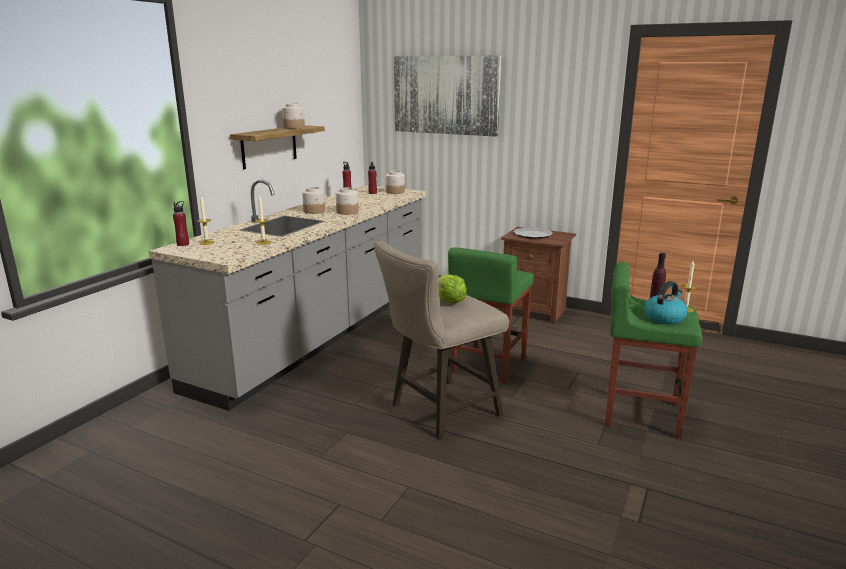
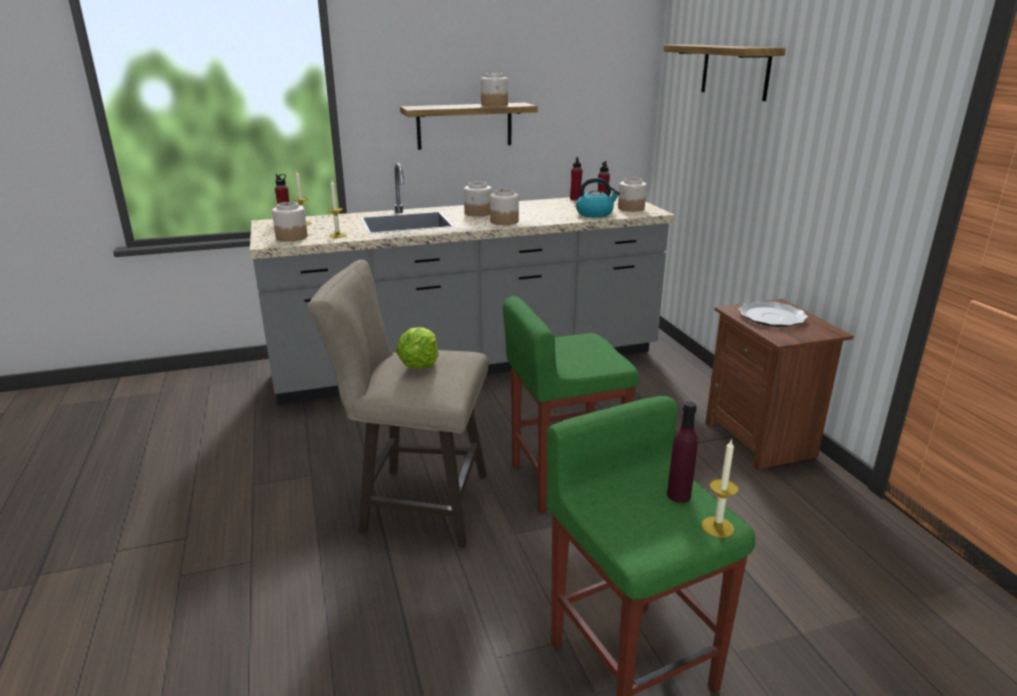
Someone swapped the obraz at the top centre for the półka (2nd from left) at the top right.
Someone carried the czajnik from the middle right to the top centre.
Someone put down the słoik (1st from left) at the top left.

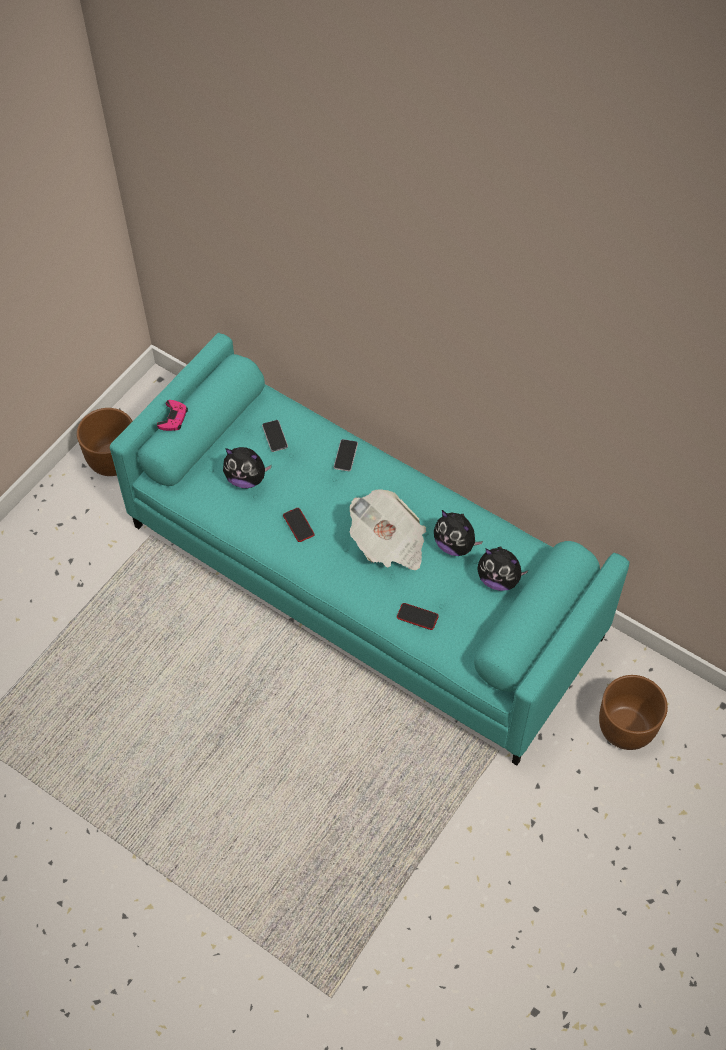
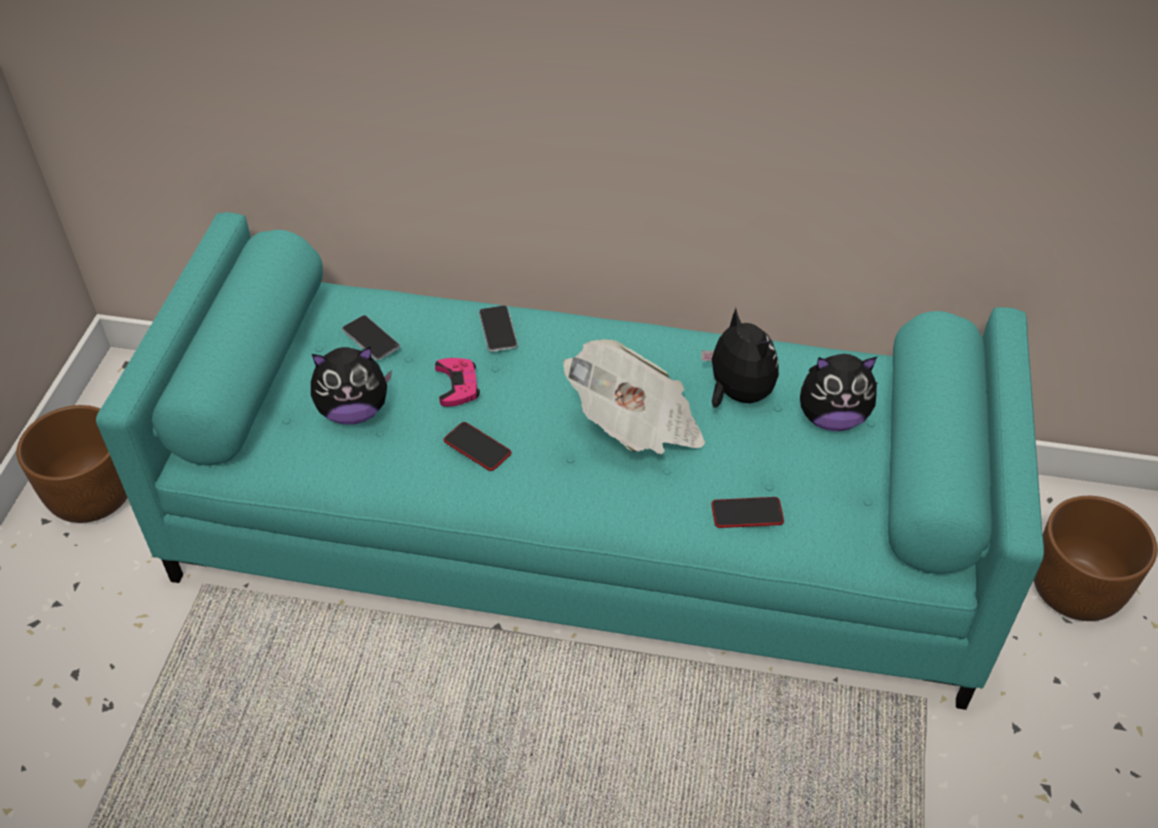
Someone carried the pad do gier/różowy from the middle left to the centre.
Someone rotated the pluszak (2nd from left) at the centre by 135 degrees counterclockwise.

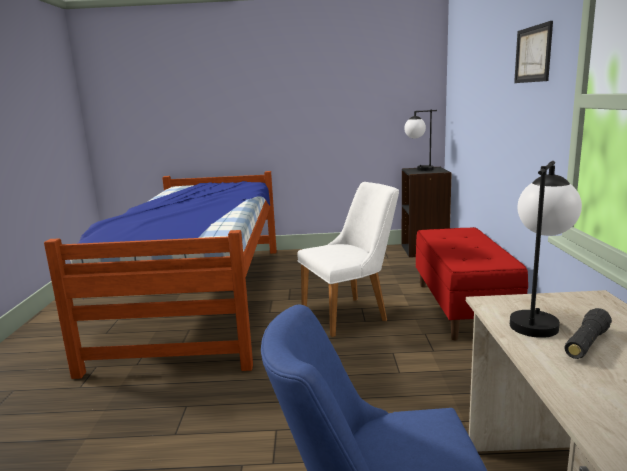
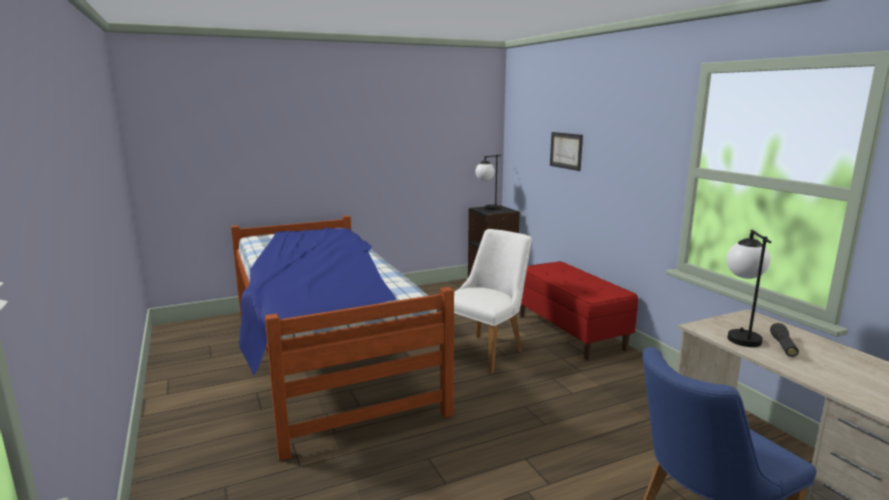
Someone carried the obraz from the top right to the top centre.

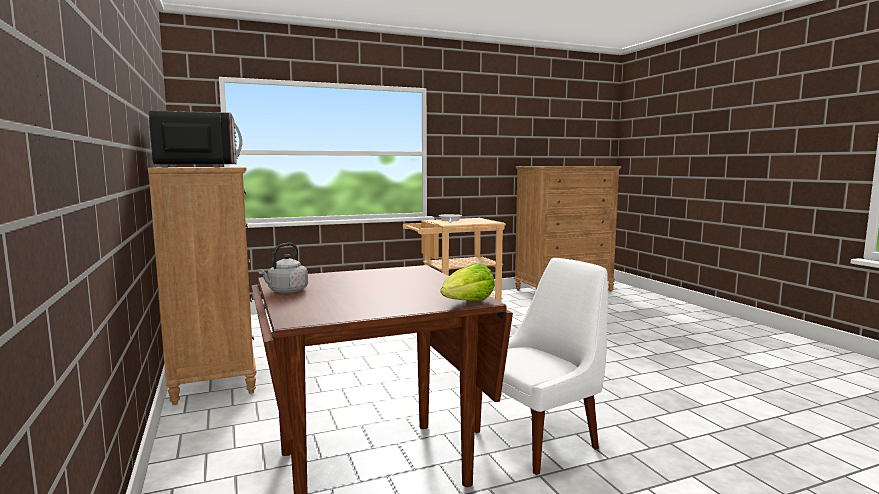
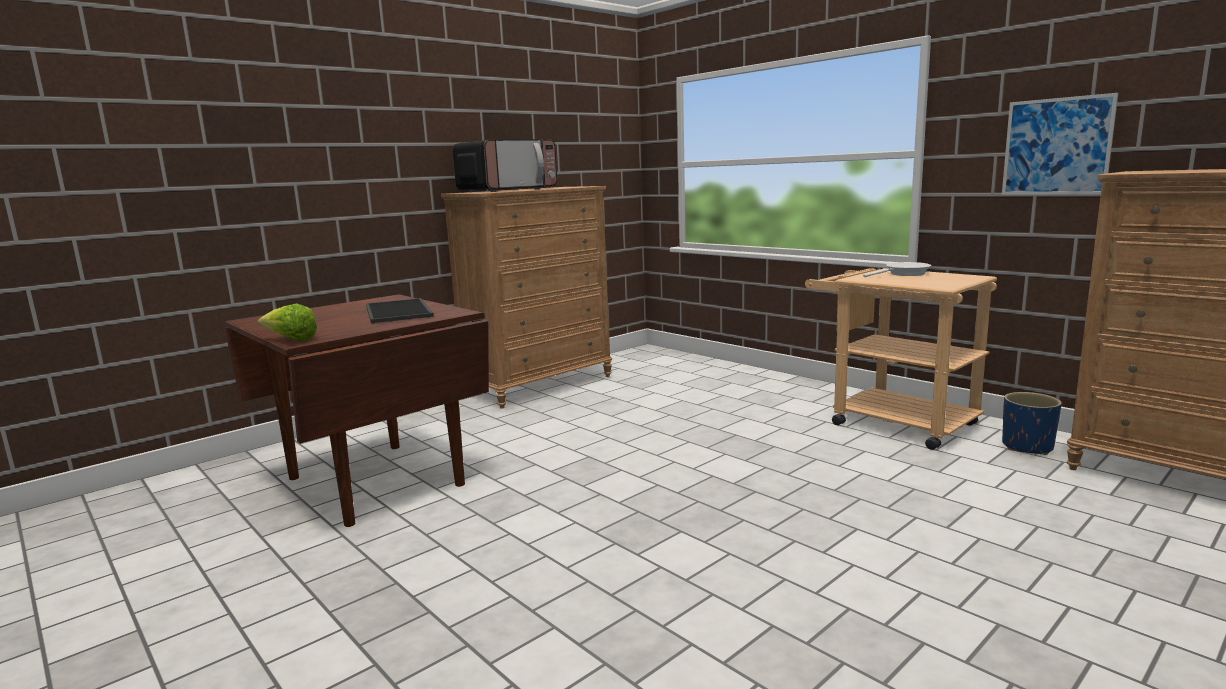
Someone took away the czajnik/szary at the middle left.
Someone took away the krzesło/biały at the bottom centre.
Someone put down the taca at the middle left.
Someone put up the obraz at the top right.
Someone put down the donica/niebieski at the middle right.

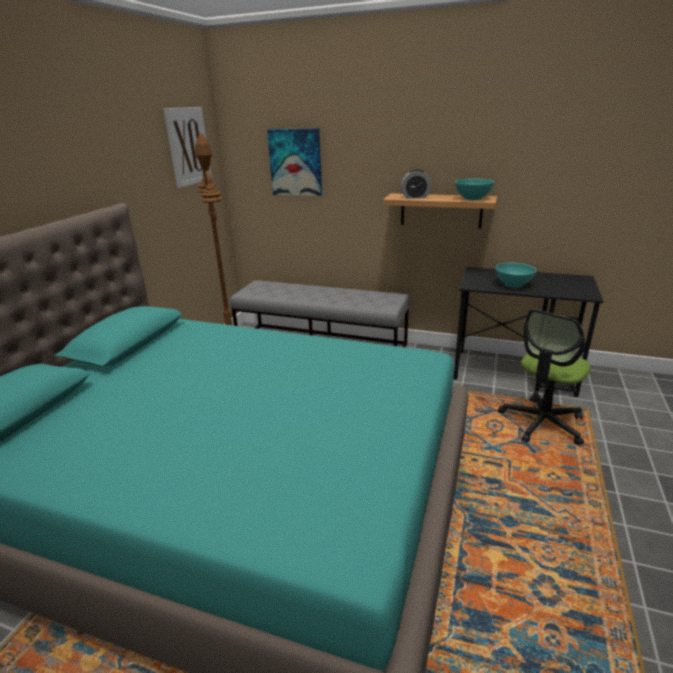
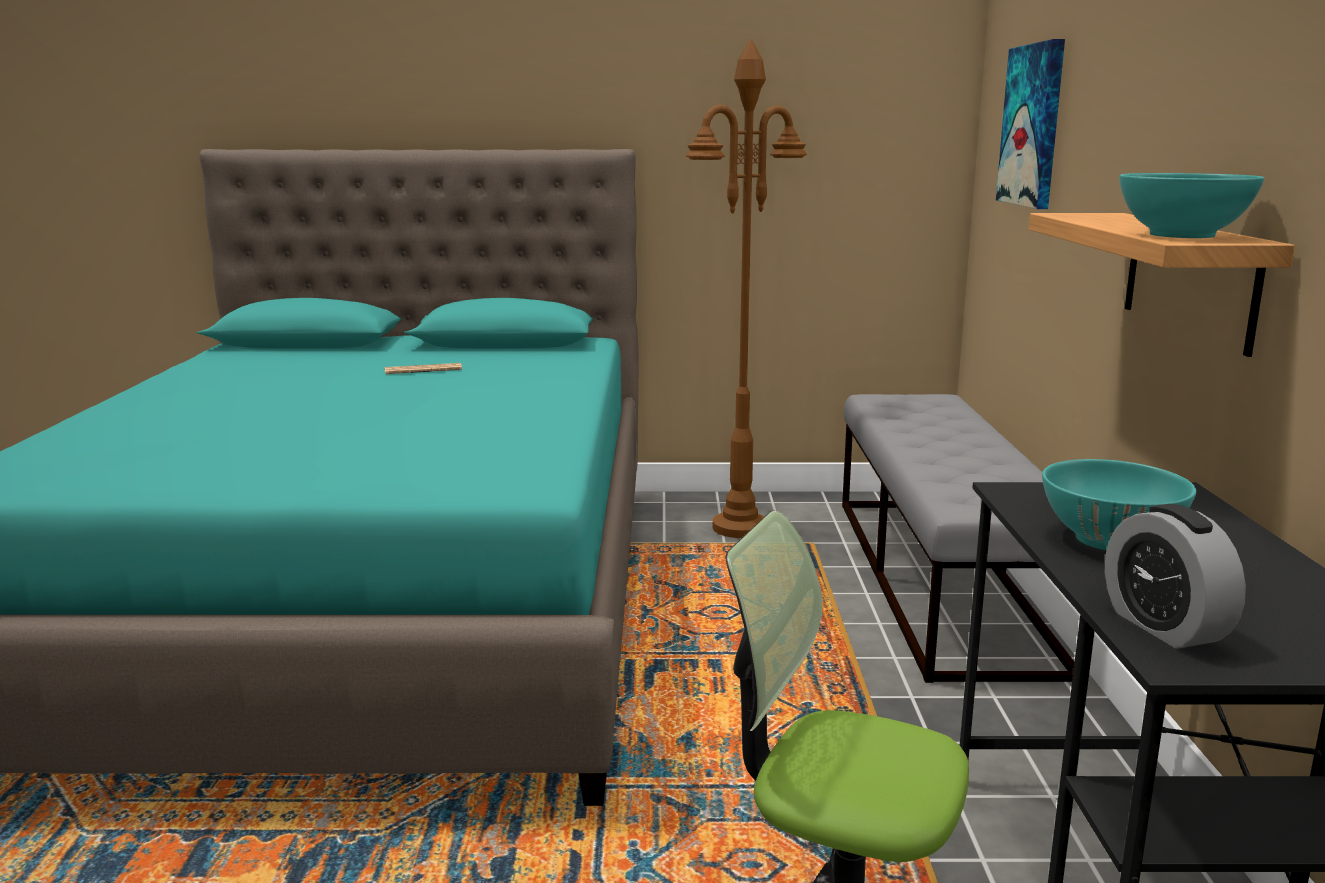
Someone took away the obraz (1st from left) at the top left.
Someone carried the budzik from the top centre to the middle right.
Someone put down the gazeta at the middle left.

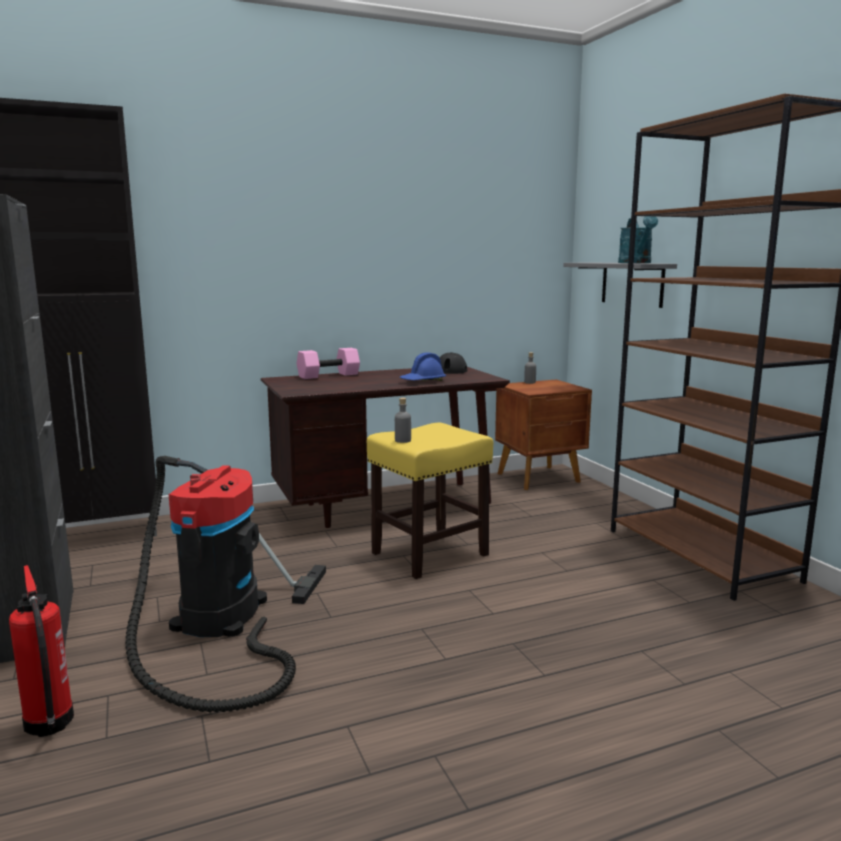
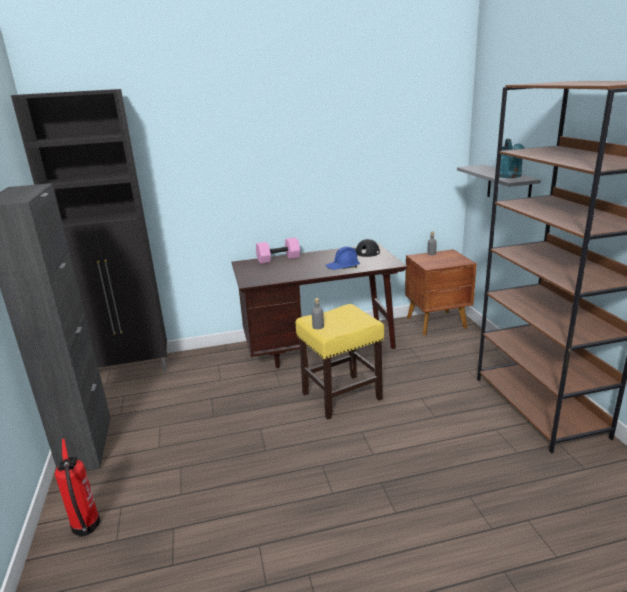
Someone took away the odkurzacz at the bottom left.

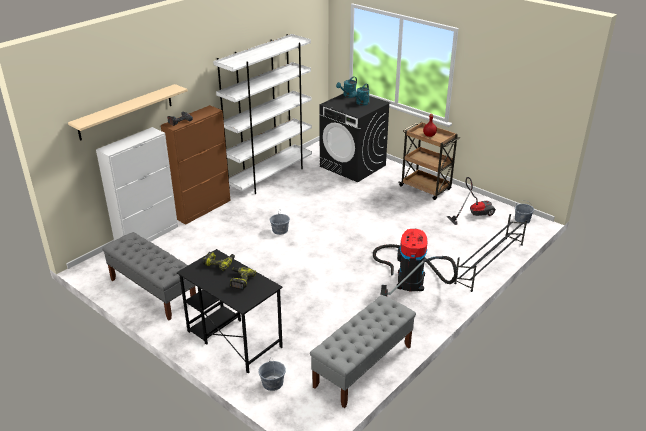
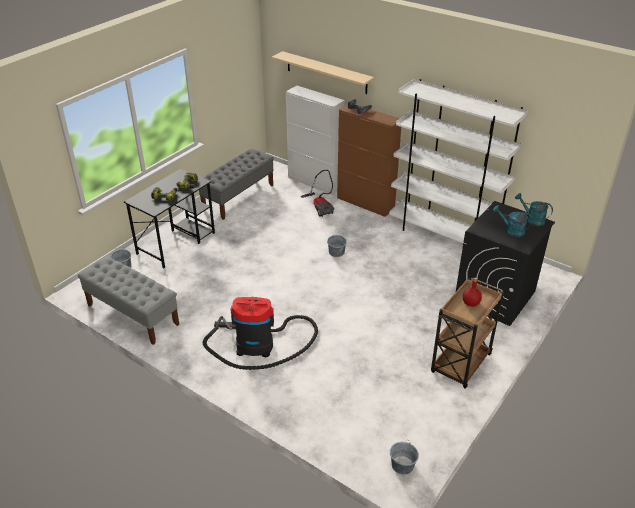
Someone carried the odkurzacz (2nd from left) from the middle right to the centre.
Someone took away the regał na buty/czarny at the middle right.

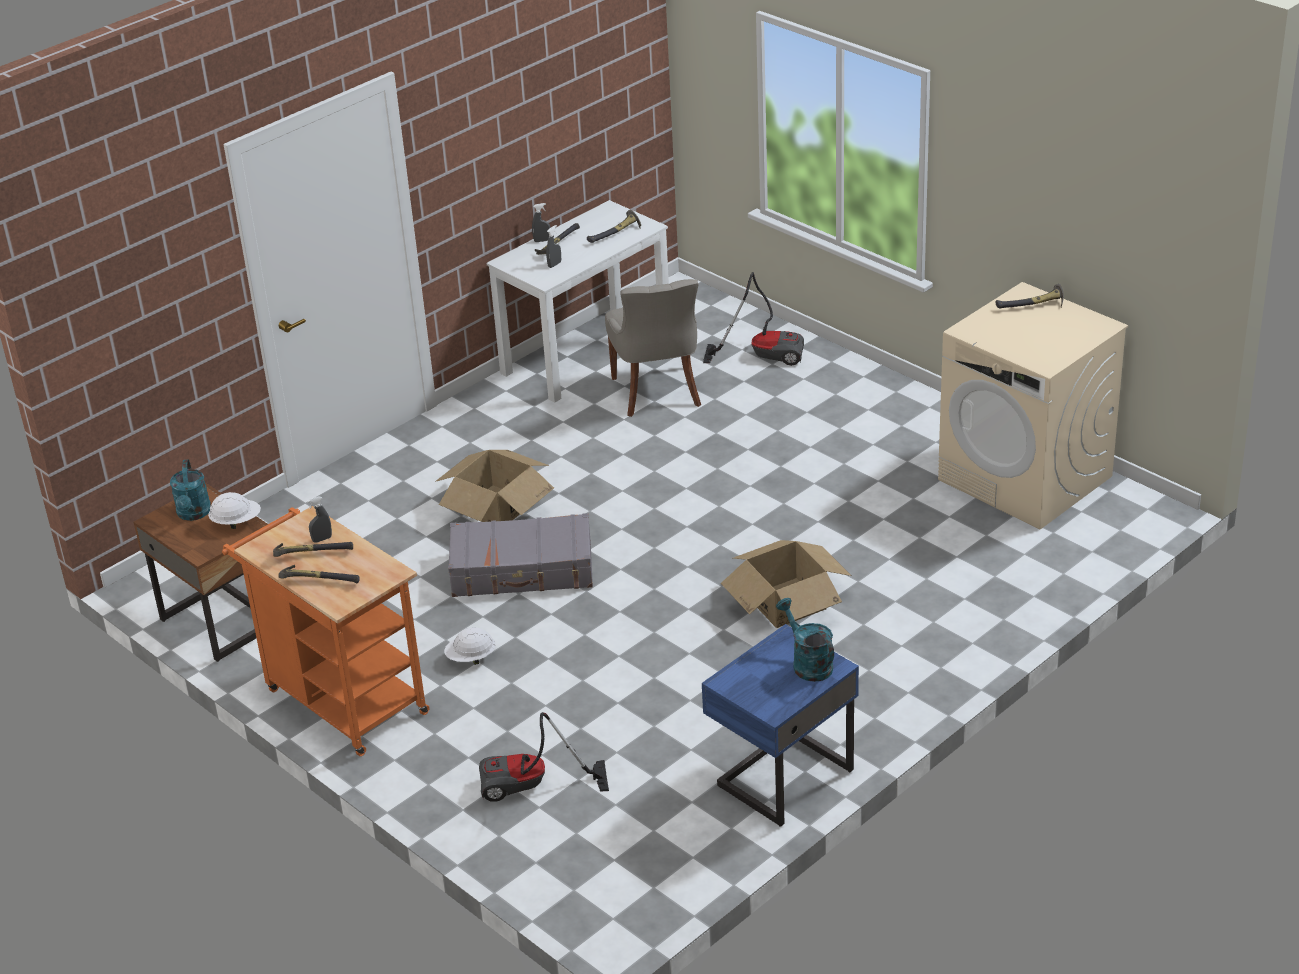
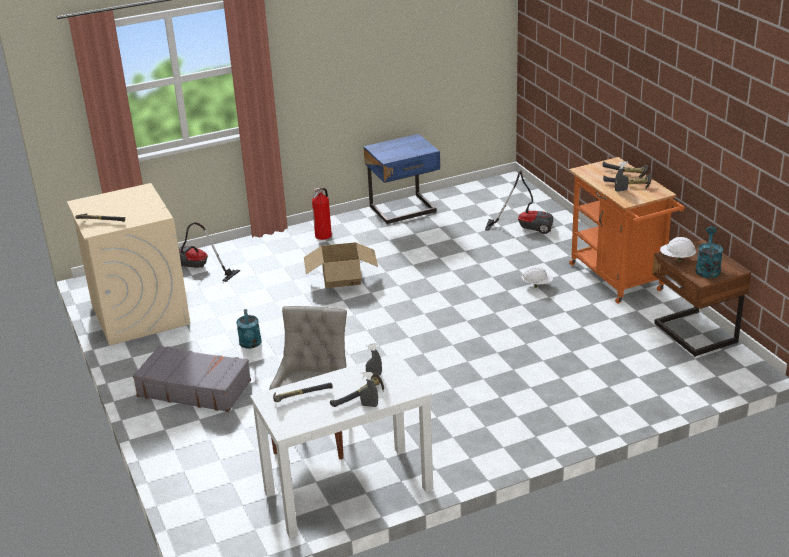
Someone took away the karton (1st from left) at the centre.
Someone carried the walizka/szary from the centre to the bottom left.
Someone carried the odkurzacz (2nd from left in the first image) from the top centre to the middle left.
Someone carried the konewka/turkusowy (2nd from left in the first image) from the centre to the middle left.
Someone put down the gaśnica at the centre.

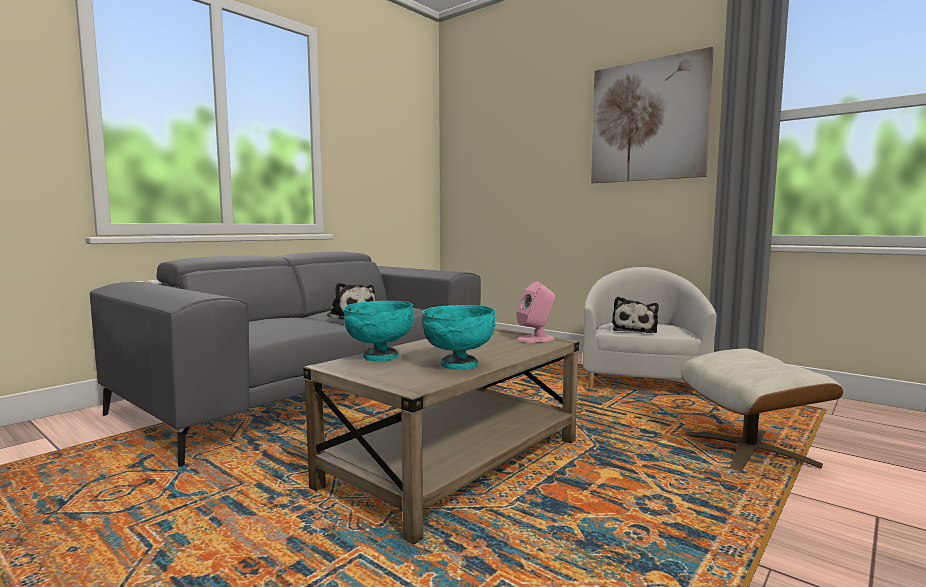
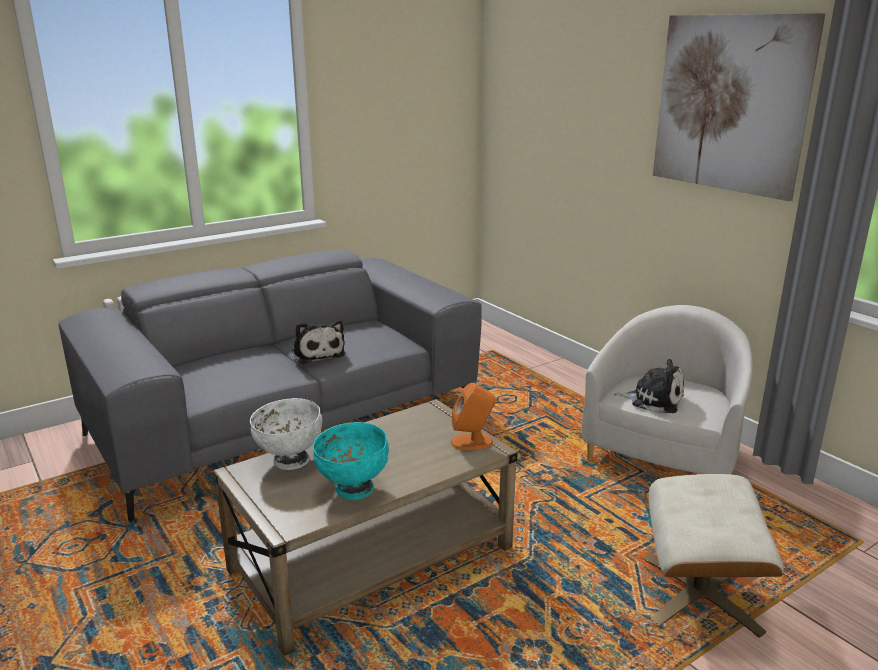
Someone repainted the miska/turkusowy (1st from left) at the centre, which became the miska/biały at the middle left.
Someone repainted the głośnik/różowy at the centre, which became the głośnik/pomarańczowy at the centre.
Someone rotated the pluszak (2nd from left) at the middle right by 105 degrees counterclockwise.

